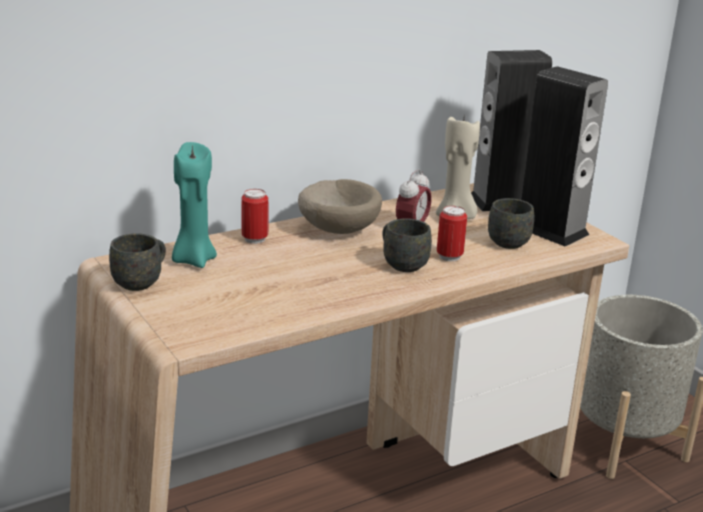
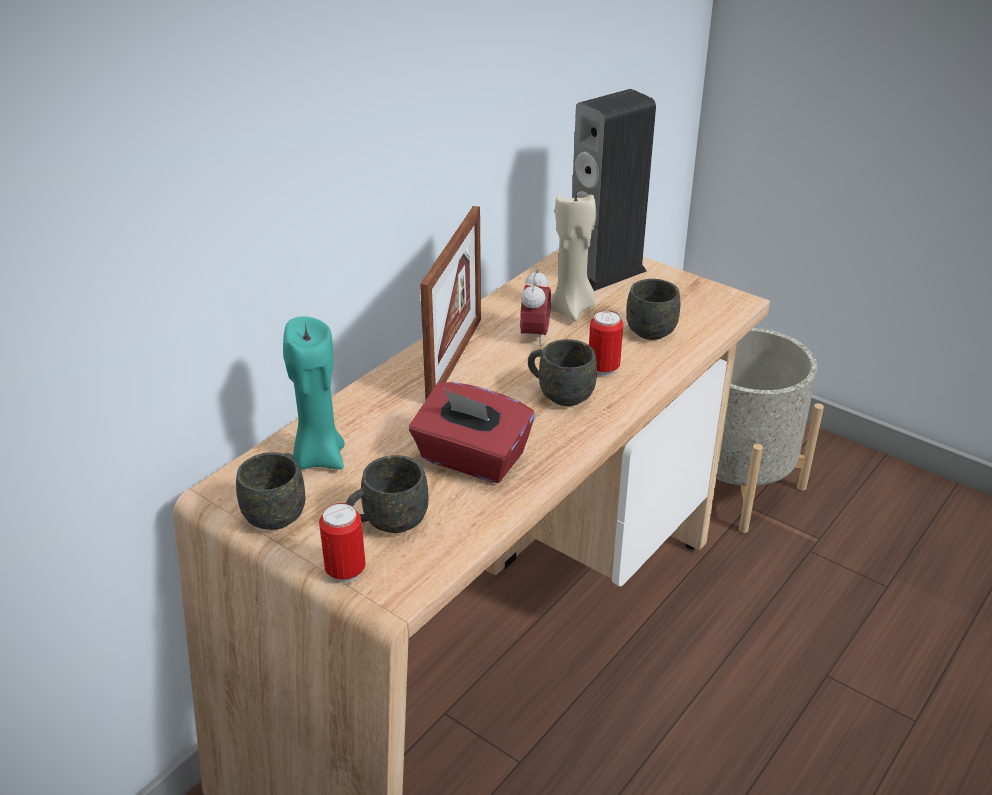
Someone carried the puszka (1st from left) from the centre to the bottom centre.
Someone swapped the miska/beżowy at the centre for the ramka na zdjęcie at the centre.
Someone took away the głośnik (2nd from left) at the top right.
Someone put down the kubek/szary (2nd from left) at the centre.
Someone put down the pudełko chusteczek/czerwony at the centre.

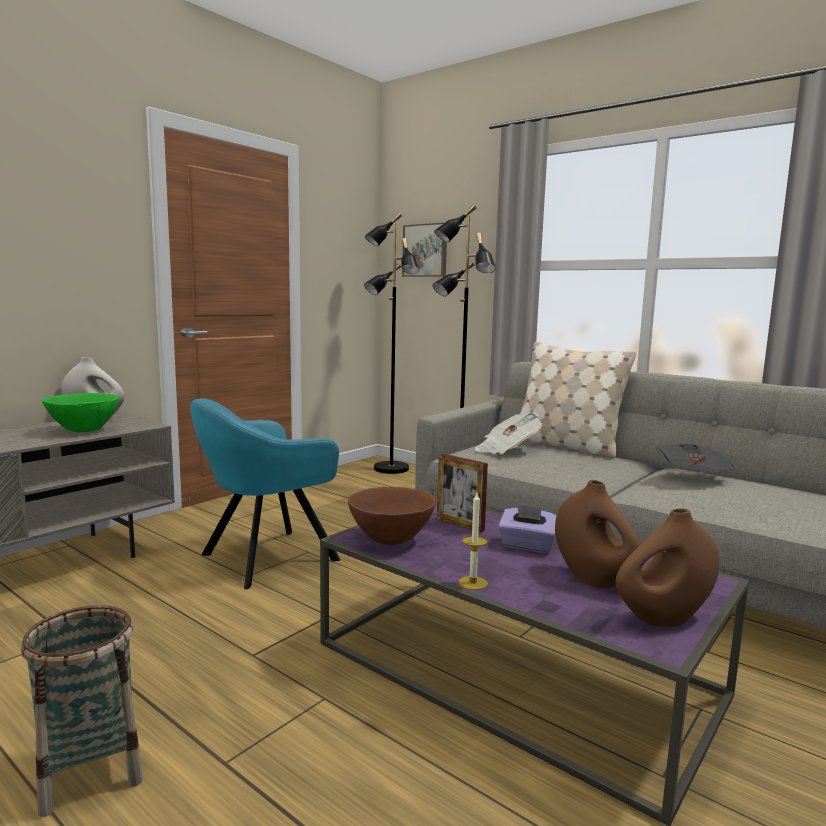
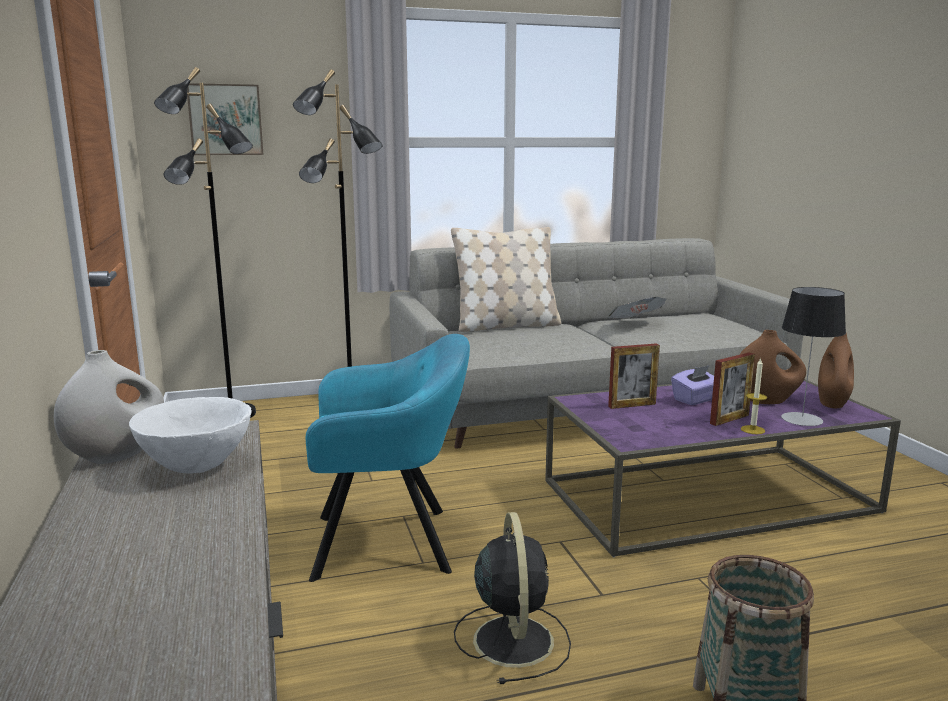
Someone repainted the miska/zielony at the middle left, which became the miska/biały at the middle left.
Someone rotated the fotel/turkusowy at the middle left by 90 degrees counterclockwise.
Someone took away the miska/brązowy at the centre.
Someone took away the gazeta (1st from left) at the centre.
Someone put down the wentylator/czarny at the bottom centre.
Someone put down the ramka na zdjęcie (2nd from left) at the middle right.
Someone put down the lampa stołowa at the middle right.

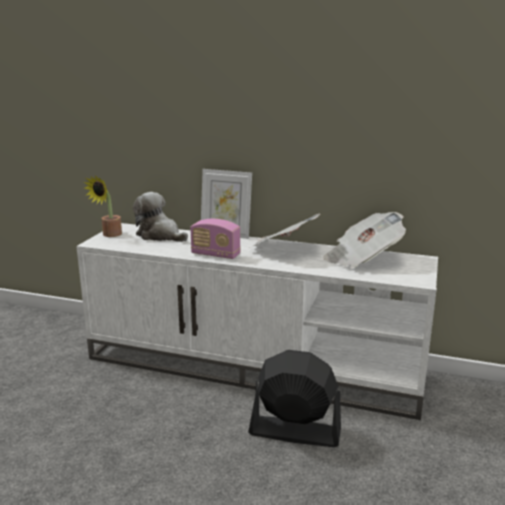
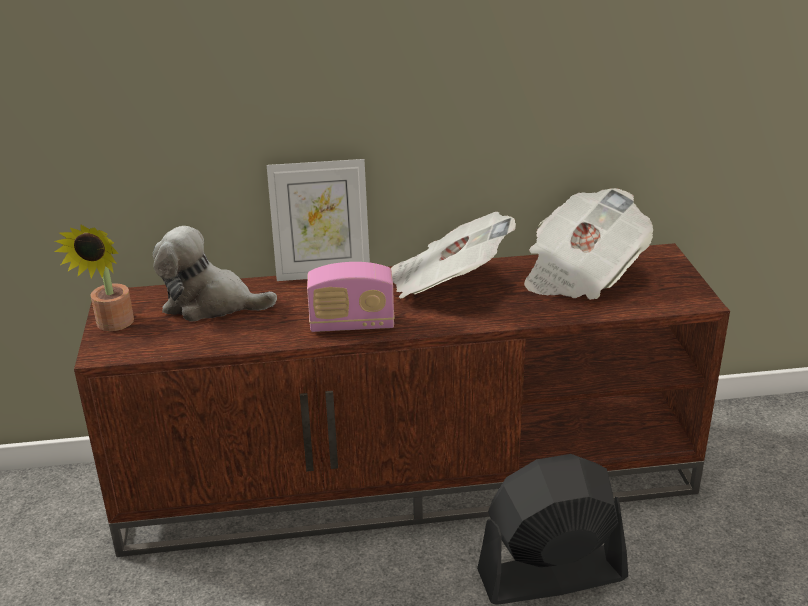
Someone repainted the szafka pod telewizor/biały at the centre, which became the szafka pod telewizor/brązowy at the centre.

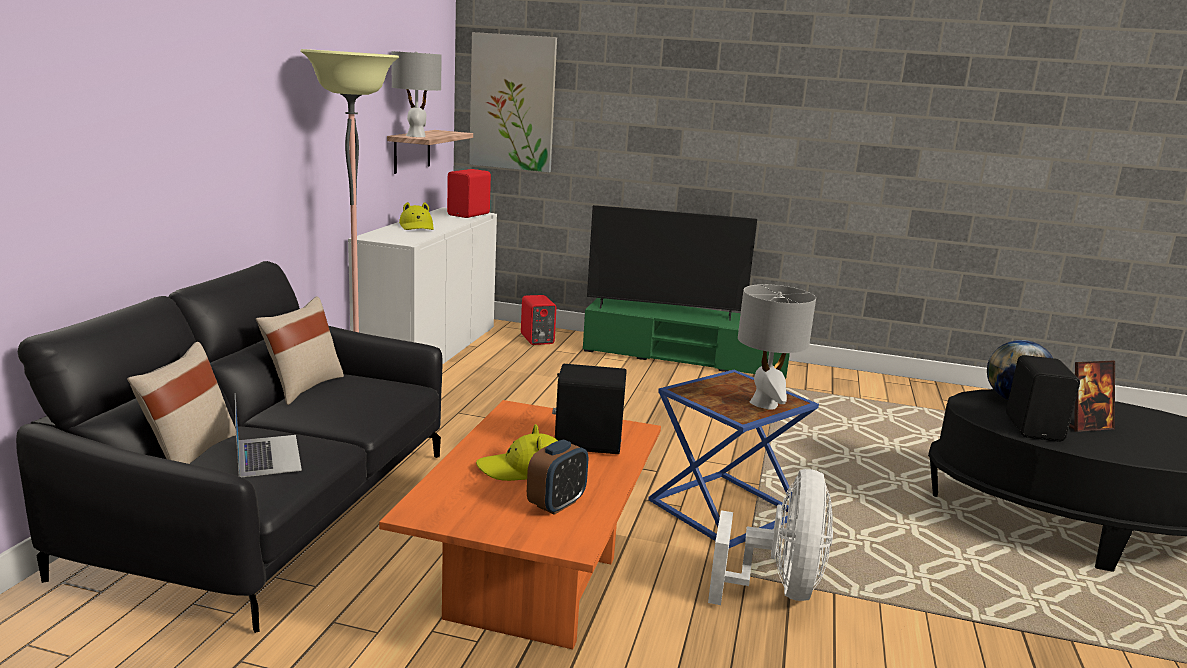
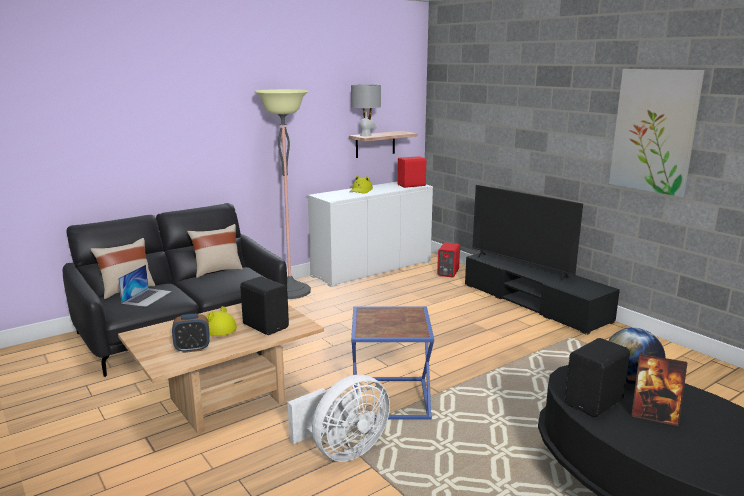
Someone repainted the ława/pomarańczowy at the bottom centre, which became the ława/beżowy at the bottom left.
Someone carried the obraz from the top centre to the top right.
Someone repainted the szafka pod telewizor/zielony at the centre, which became the szafka pod telewizor/czarny at the middle right.
Someone took away the lampa stołowa/szary (2nd from left) at the centre.

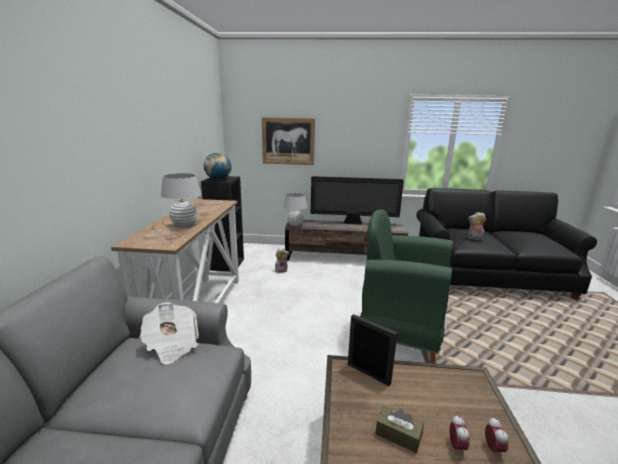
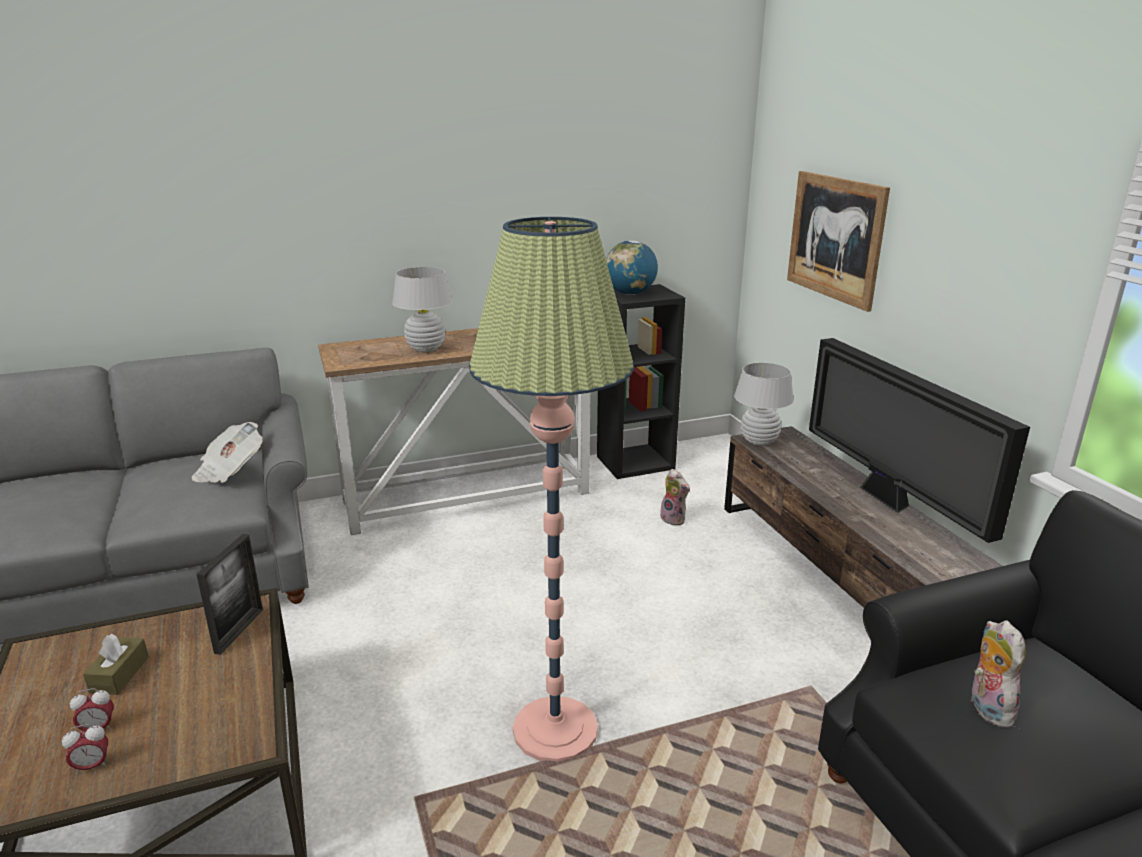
Someone swapped the fotel/zielony at the centre for the lampa stojąca at the centre.

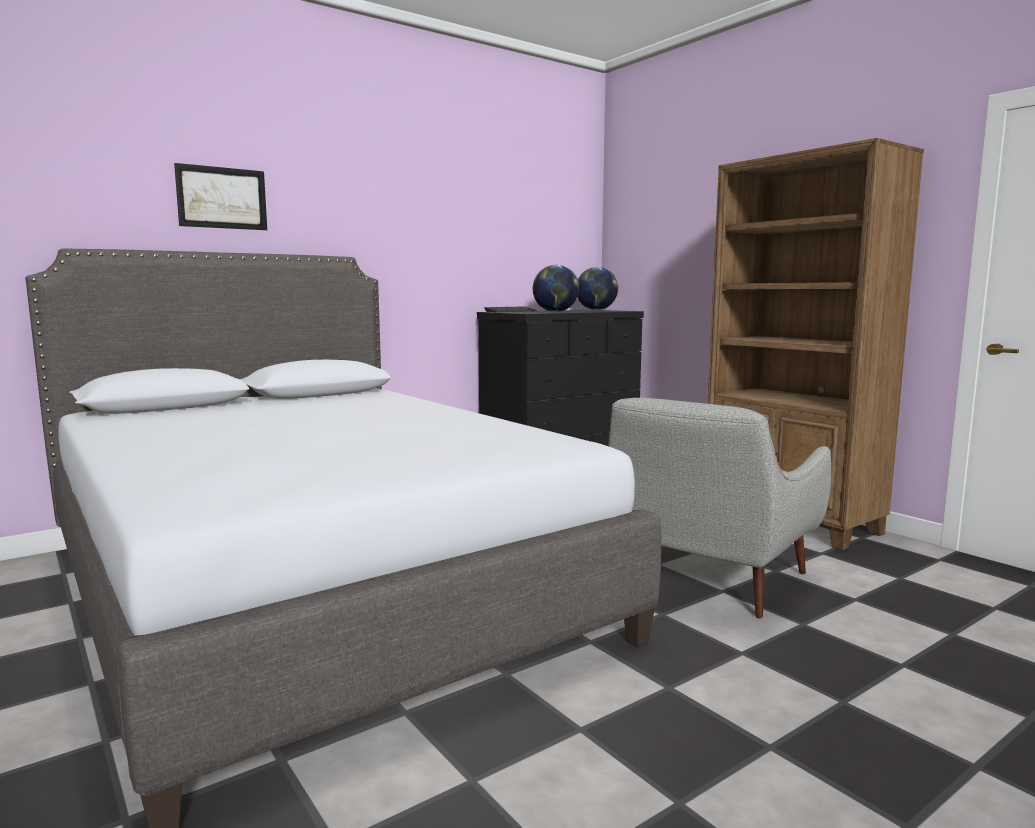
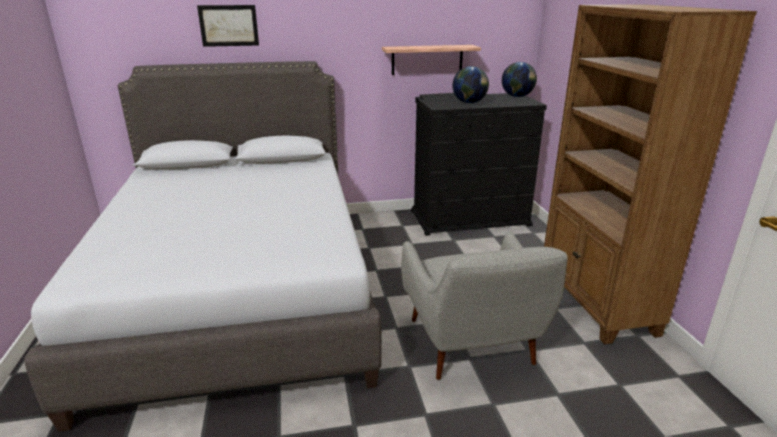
Someone rotated the fotel/szary at the middle right by 75 degrees counterclockwise.
Someone put up the półka at the top centre.

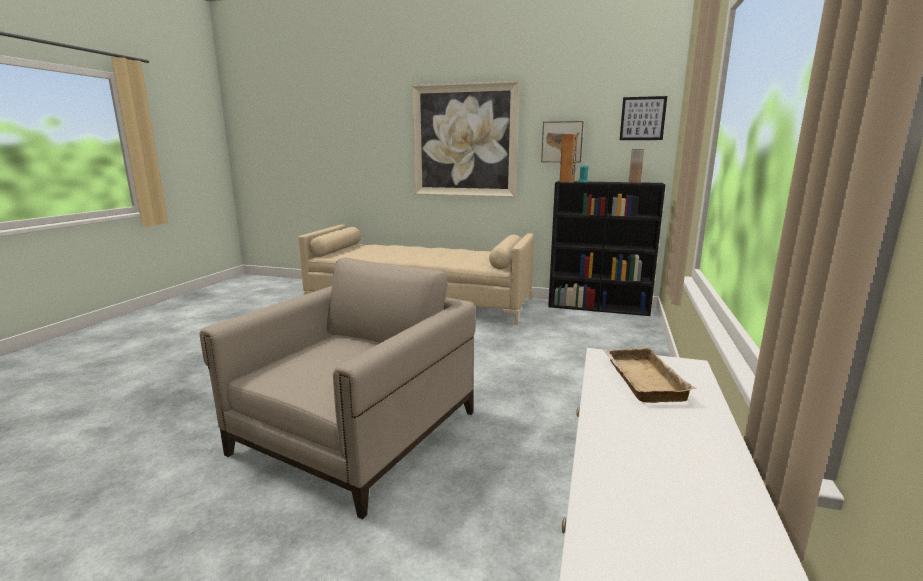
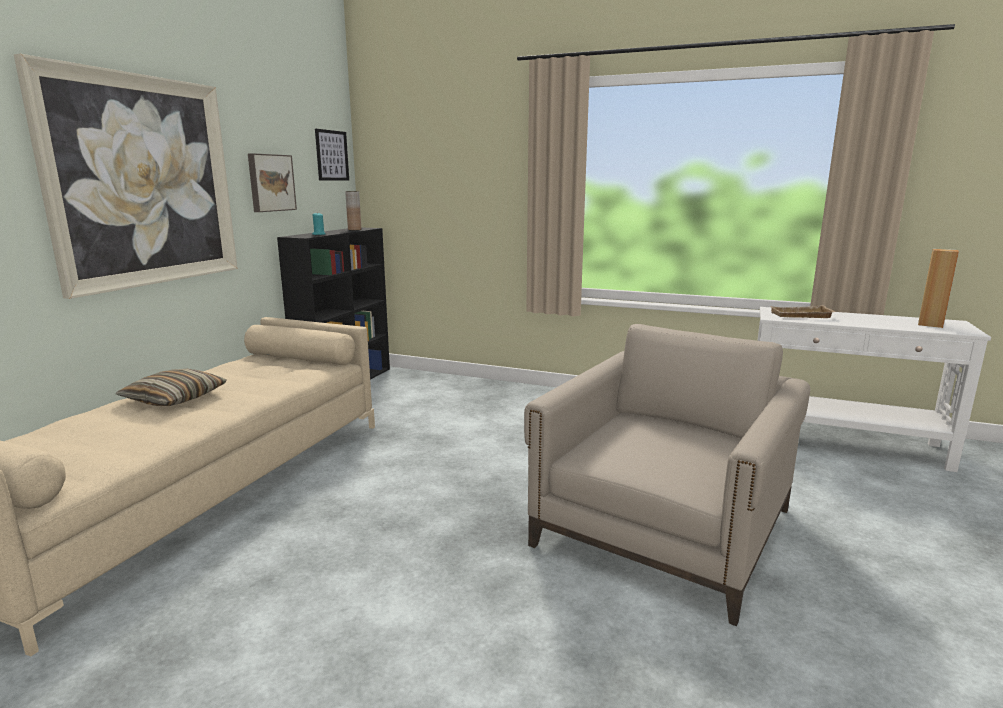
Someone rotated the fotel/beżowy at the bottom centre by 90 degrees clockwise.
Someone carried the głośnik/brązowy from the top centre to the middle right.
Someone put down the poduszka at the middle left.

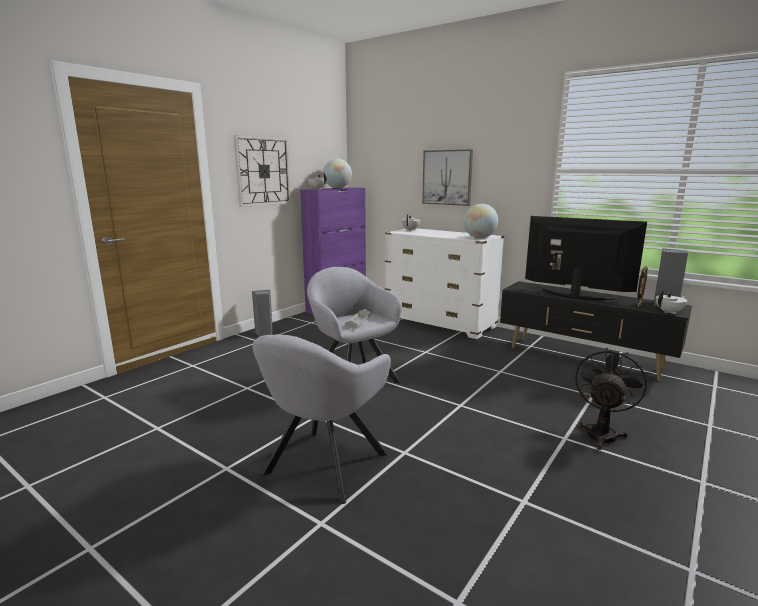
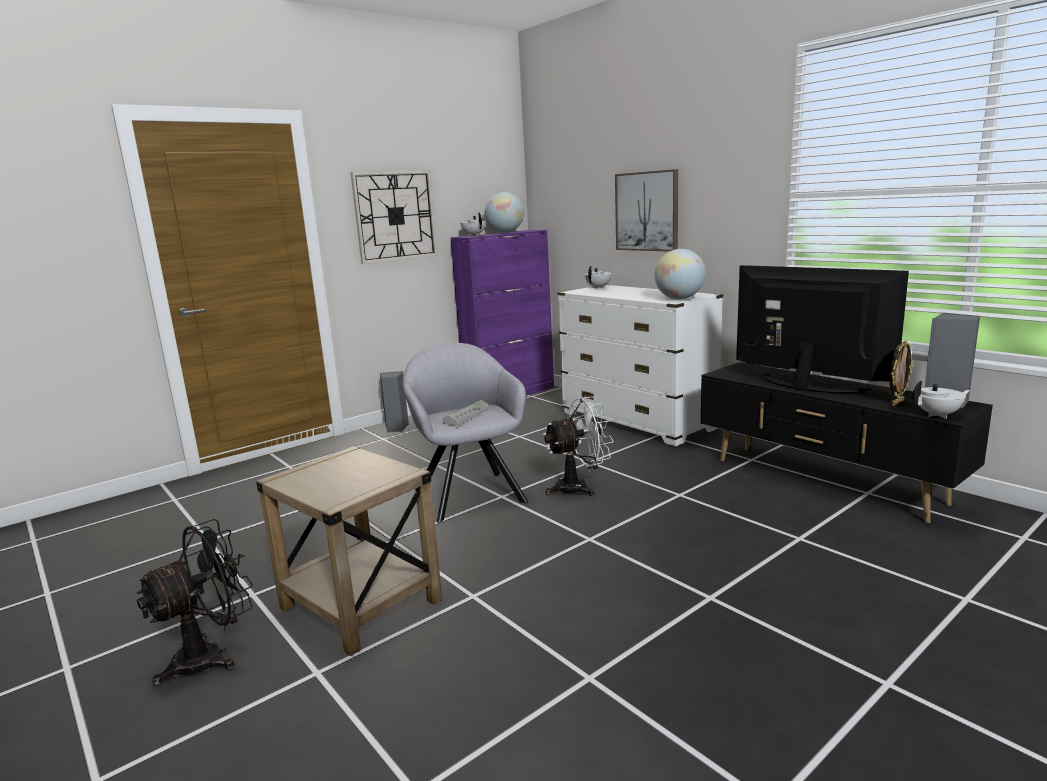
Someone swapped the fotel/szary (1st from left) at the bottom centre for the stolik/beżowy at the bottom centre.
Someone carried the wentylator/czarny from the middle right to the bottom left.
Someone put down the wentylator/biały at the centre.

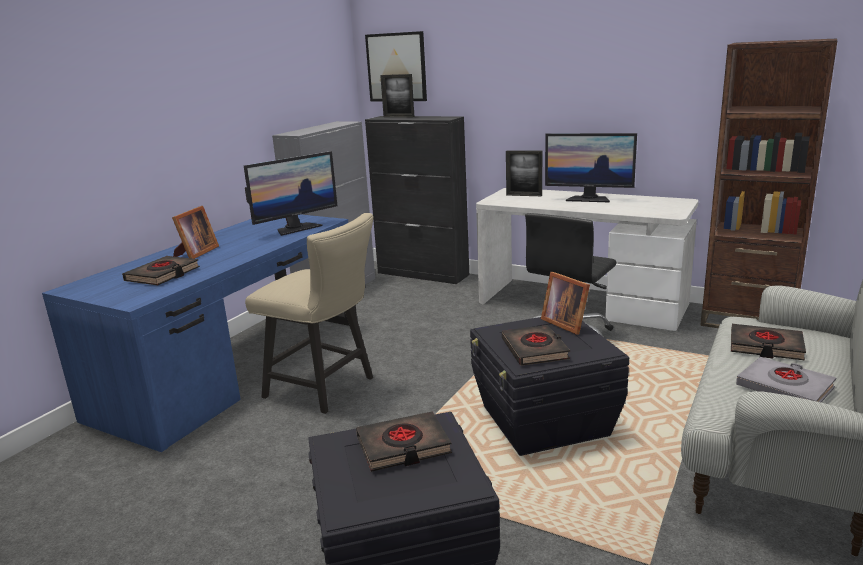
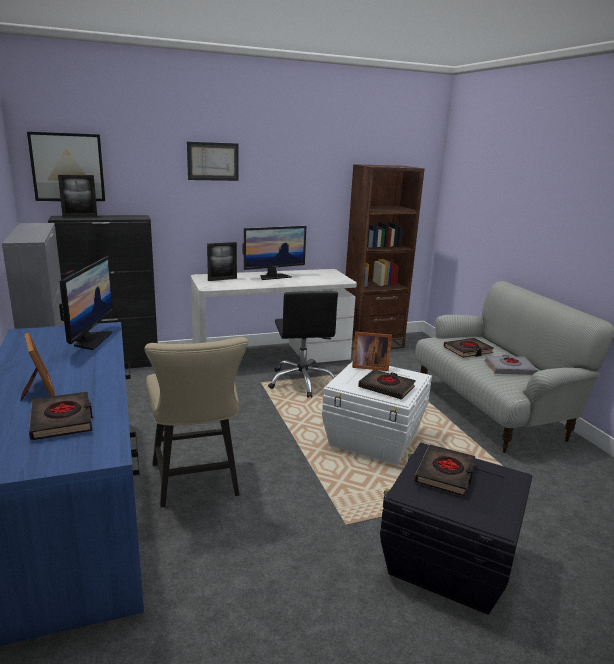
Someone rotated the krzesło/beżowy at the centre by 90 degrees clockwise.
Someone repainted the pojemnik do przechowywania/czarny (2nd from left) at the bottom centre, which became the pojemnik do przechowywania/biały at the centre.
Someone put up the obraz (2nd from left) at the top centre.

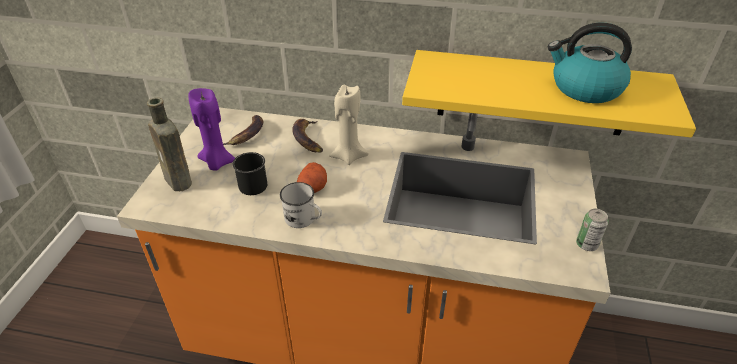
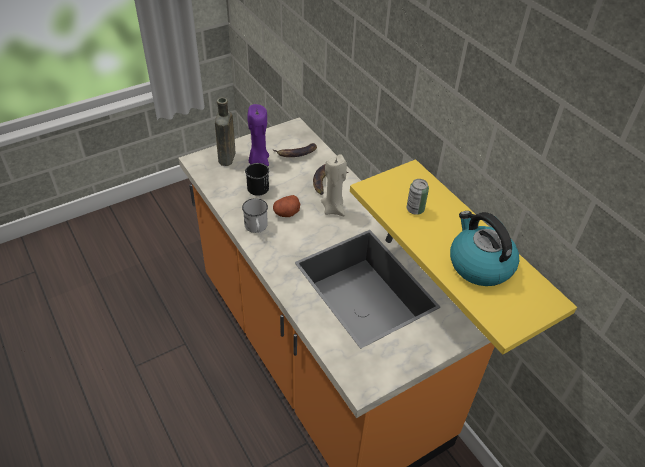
Someone carried the puszka from the middle right to the centre.

